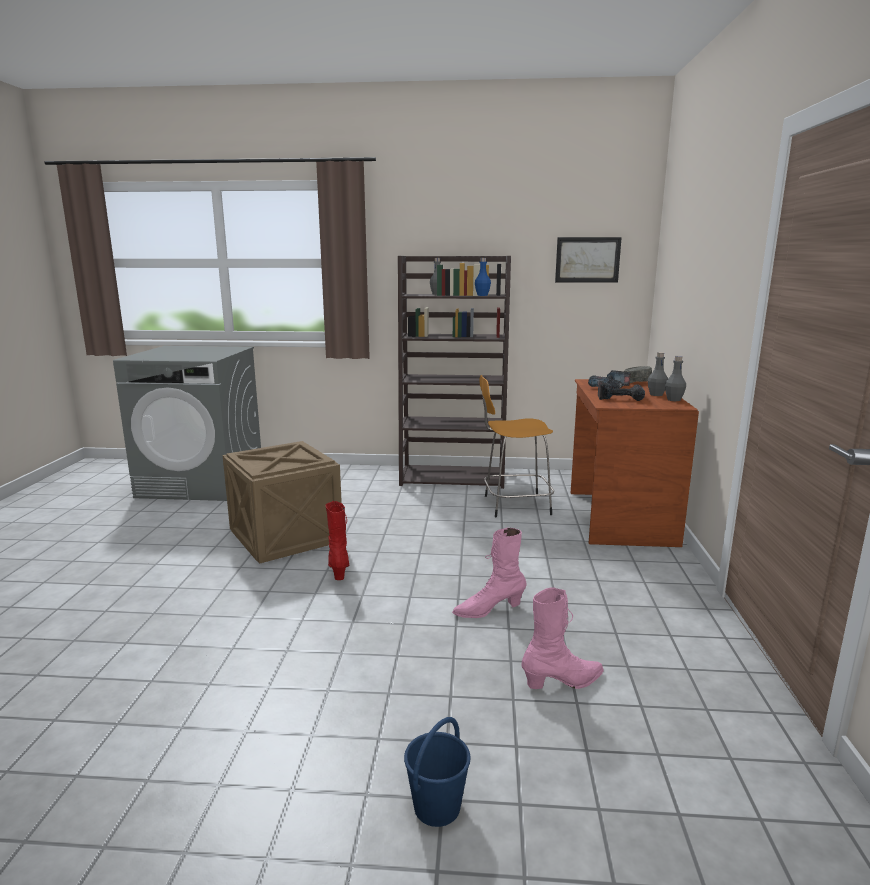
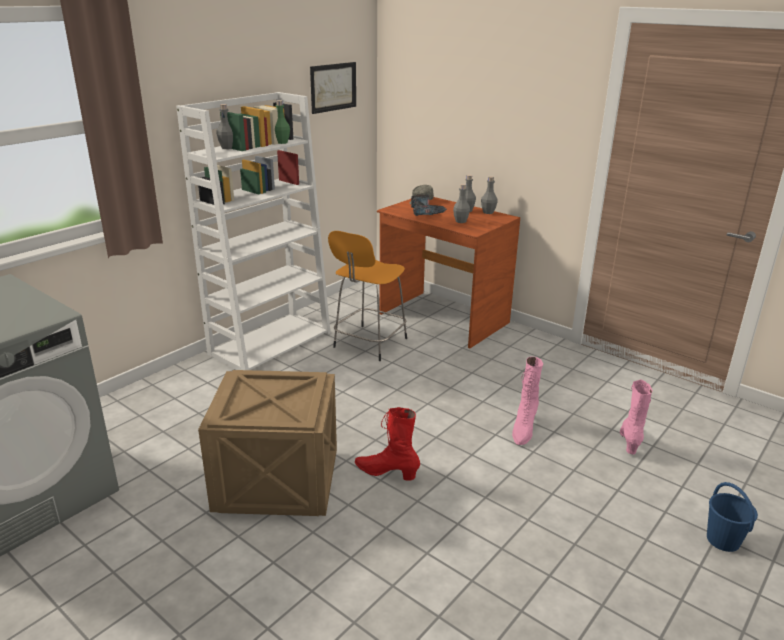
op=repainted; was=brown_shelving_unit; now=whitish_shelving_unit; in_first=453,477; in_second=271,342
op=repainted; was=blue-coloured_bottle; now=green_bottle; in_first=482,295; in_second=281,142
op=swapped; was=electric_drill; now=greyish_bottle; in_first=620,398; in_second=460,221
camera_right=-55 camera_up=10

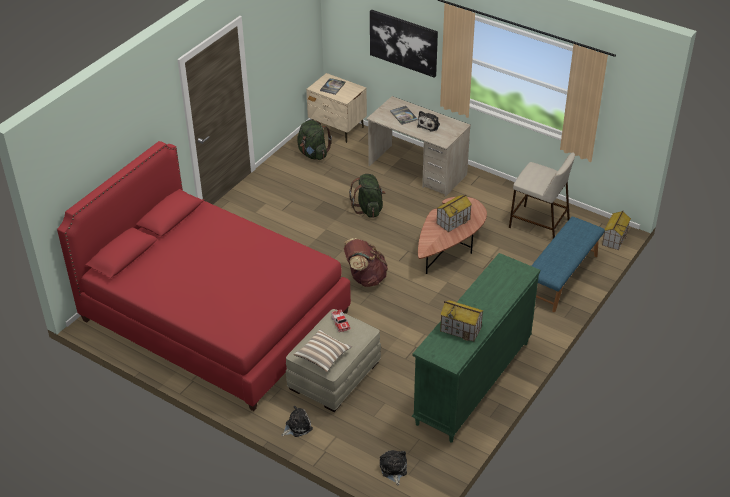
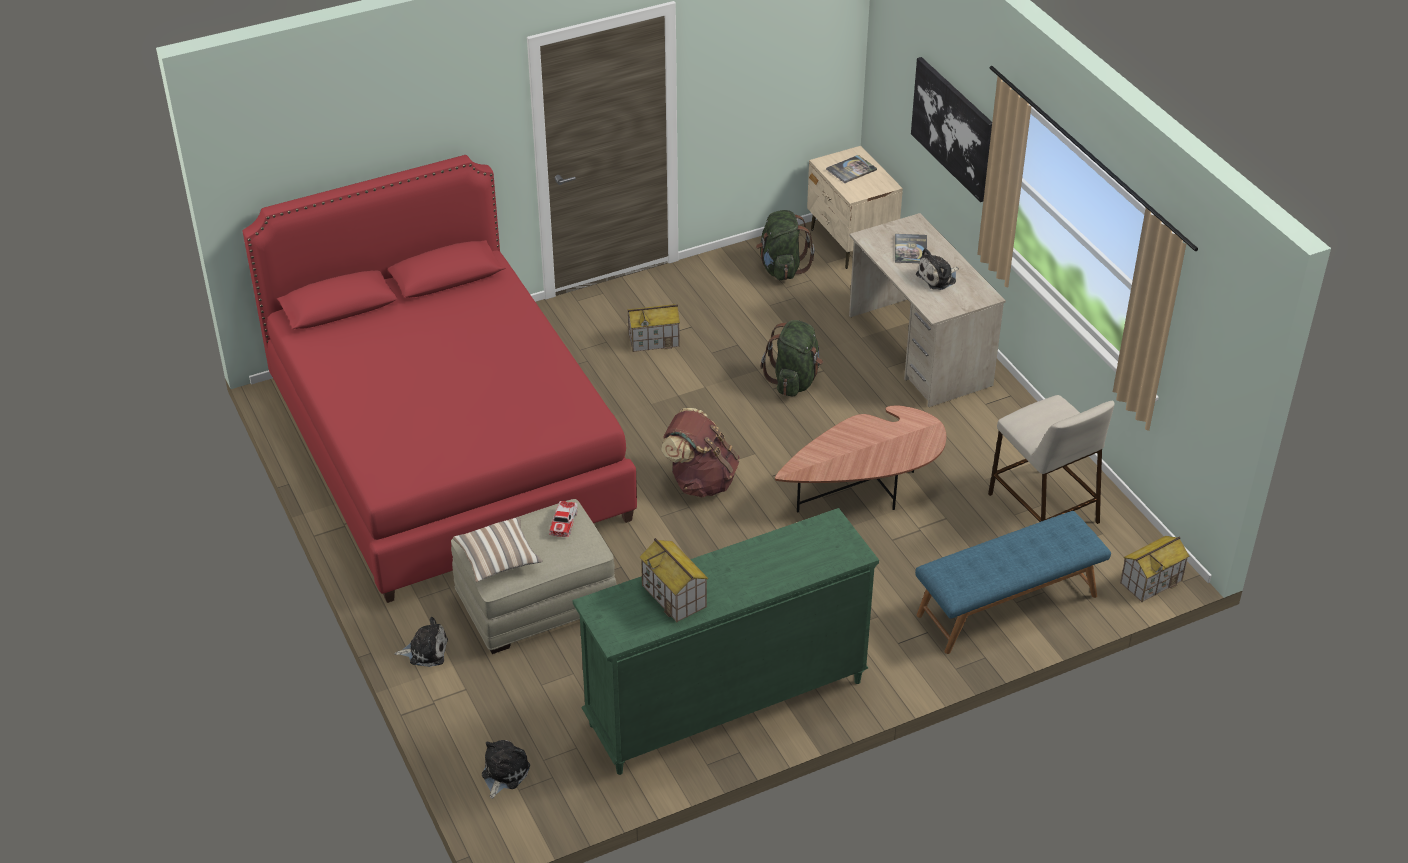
op=shifted; was=model_house; in_first=453,221; in_second=654,340
camera_right=30 camera_up=0

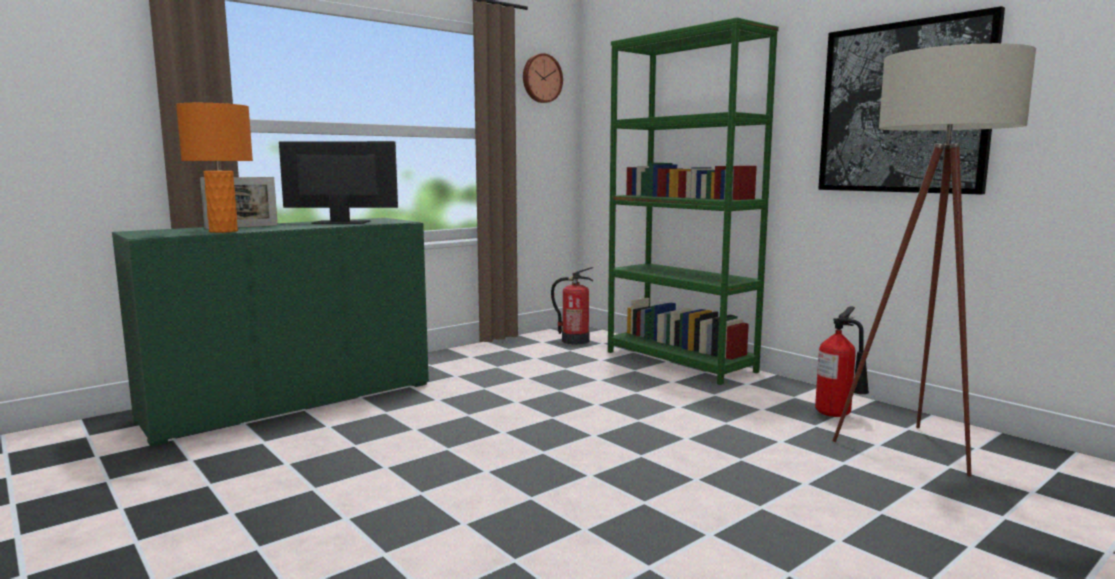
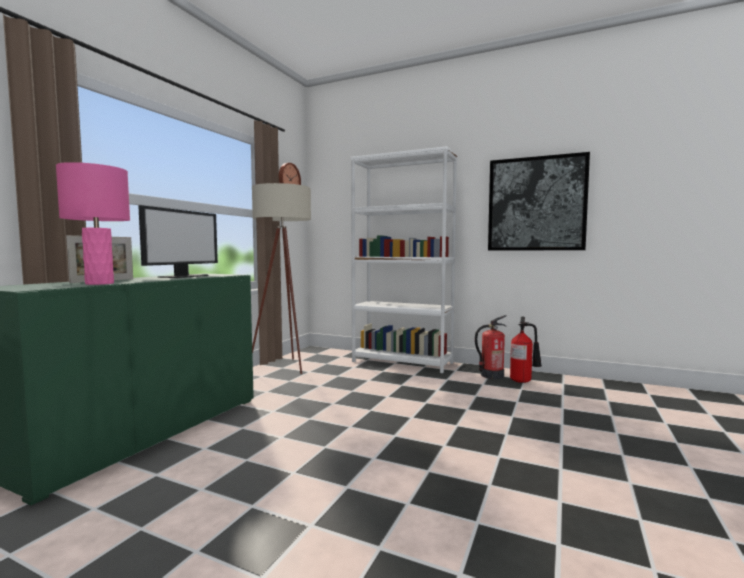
op=repainted; was=green_shelving_unit; now=whitish_shelving_unit; in_first=680,361; in_second=402,362
op=shifted; was=beige_standard_lamp; in_first=917,453; in_second=284,368
op=repainted; was=orange_tabletop_lamp; now=pinkish_tabletop_lamp; in_first=223,231; in_second=99,283
op=rotated; was=computer_display; in_first=340,222; in_second=183,276; clockwise=135
op=shifted; was=fire_extinguisher; in_first=574,340; in_second=491,375
camera_right=-25 camera_up=-5

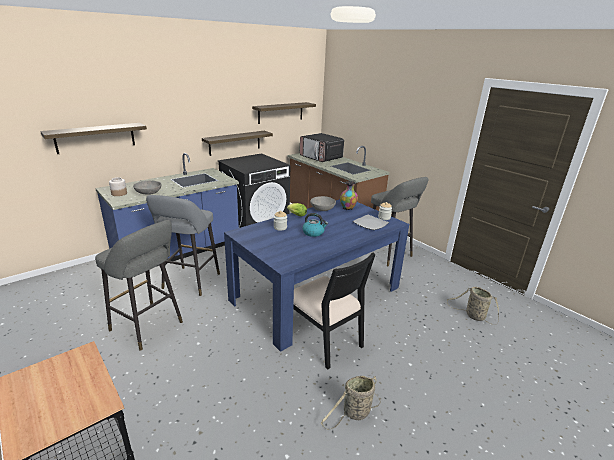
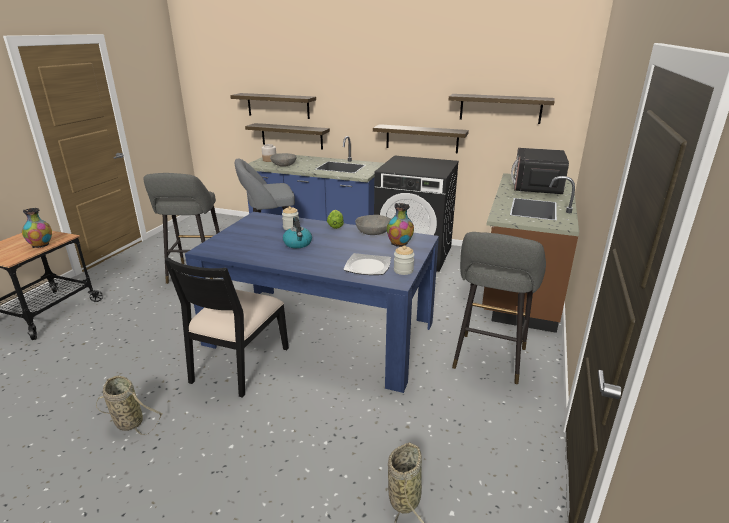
op=new; now=wall_shelf; in_second=291,136
op=new; now=decorative_vase; in_second=41,245
camera_right=60 camera_up=0

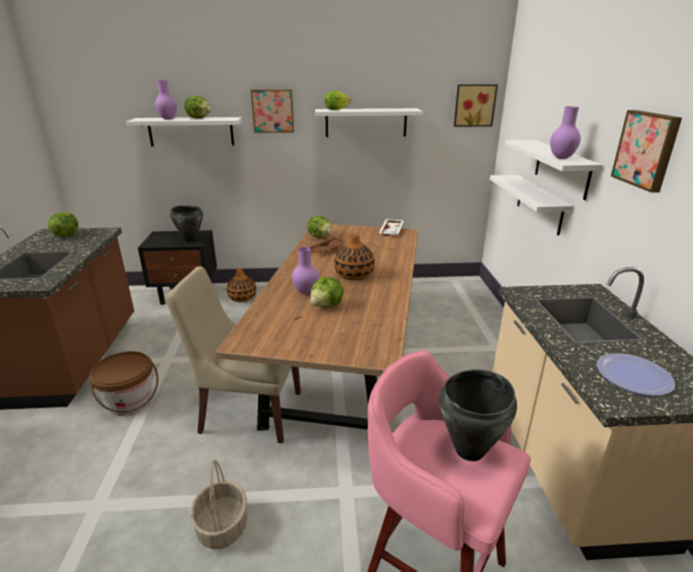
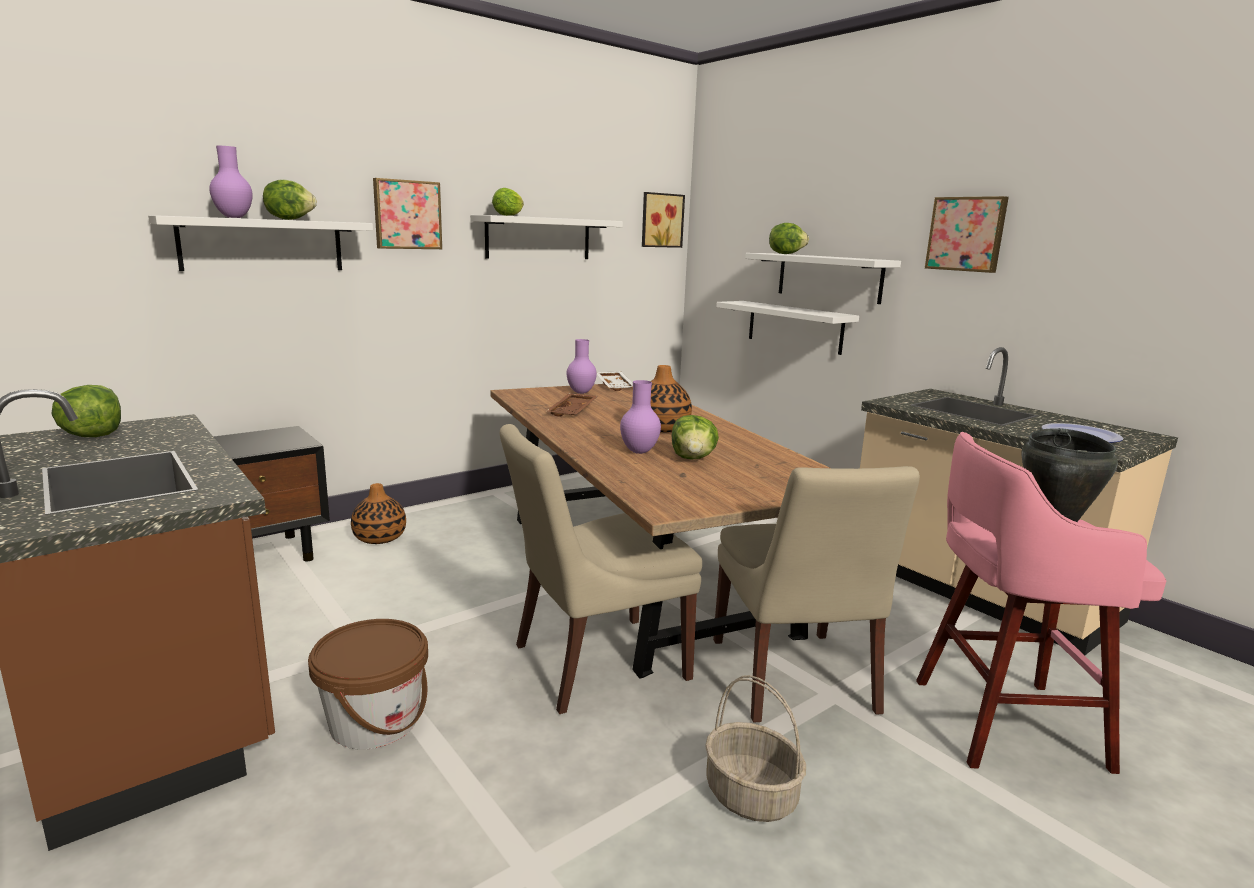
op=shifted; was=purple-coloured_decorative_vase; in_first=562,158; in_second=581,392
op=gone; was=black_saucepot; in_first=190,239
op=shifted; was=lettuce_head; in_first=320,237; in_second=786,254
op=new; now=beige_chair; in_second=794,679
camera_right=-35 camera_up=-10

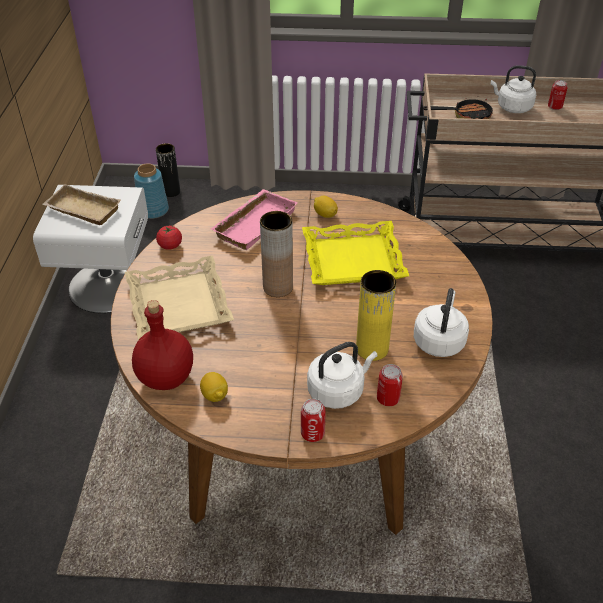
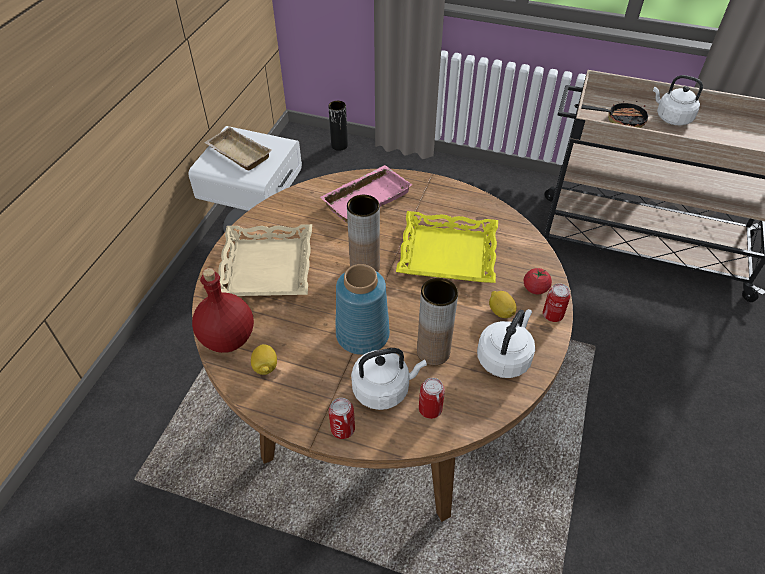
op=shifted; was=can; in_first=554,107; in_second=552,315
op=shifted; was=blue-coloured_decorative_vase; in_first=153,211; in_second=362,335
op=shifted; was=citrus_fruit; in_first=325,214; in_second=501,312
op=shifted; was=fresh_tomato; in_first=170,245; in_second=535,288
op=repainted; was=yellow_decorative_vase; now=brown_decorative_vase; in_first=372,349; in_second=433,352
camera_right=15 camera_up=5

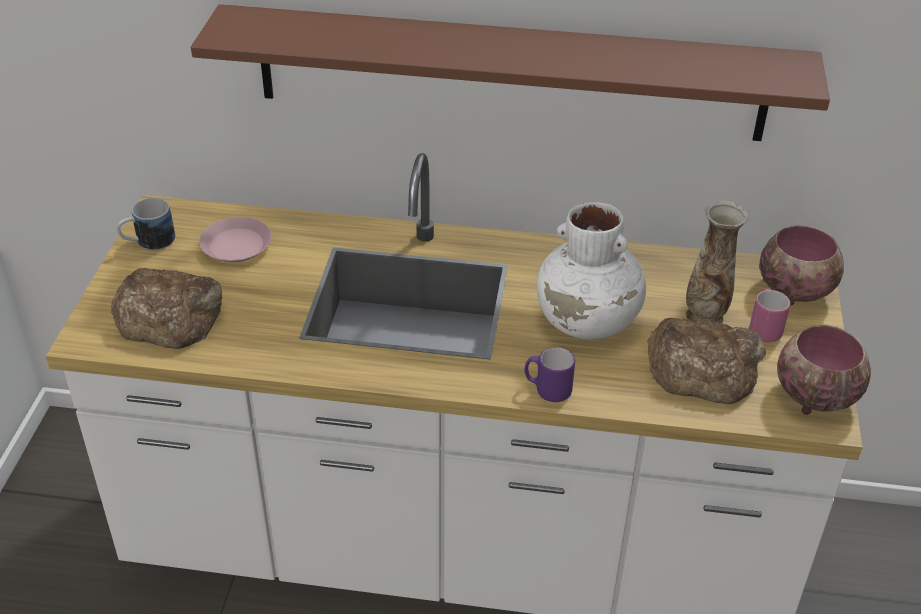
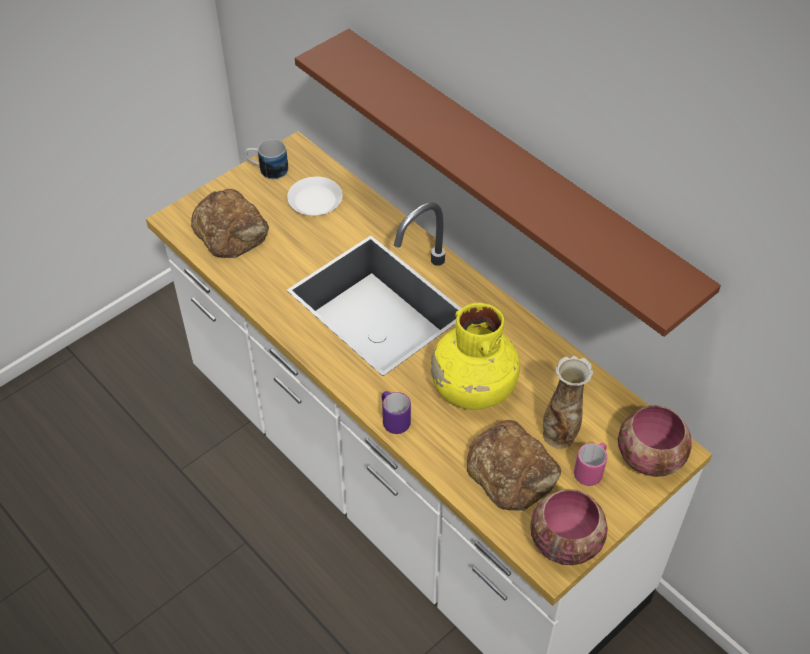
op=repainted; was=whitish_decorative_vase; now=yellow_decorative_vase; in_first=587,322; in_second=473,389
op=repainted; was=pinkish_dinner_plate; now=whitish_dinner_plate; in_first=236,246; in_second=315,201
camera_right=40 camera_up=10

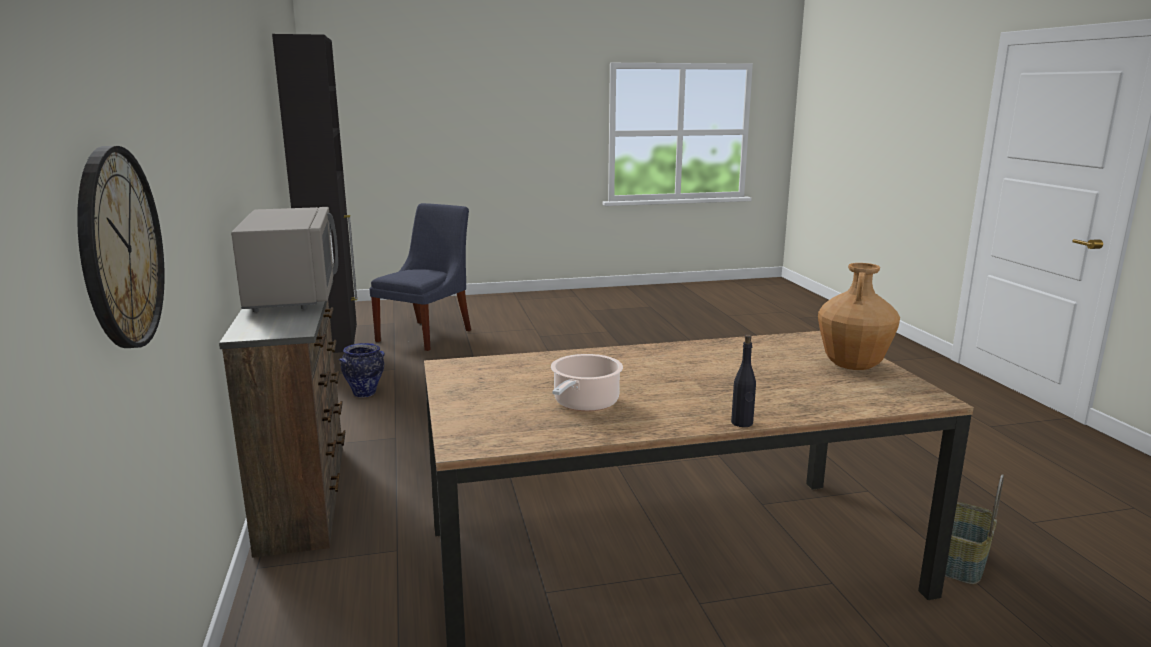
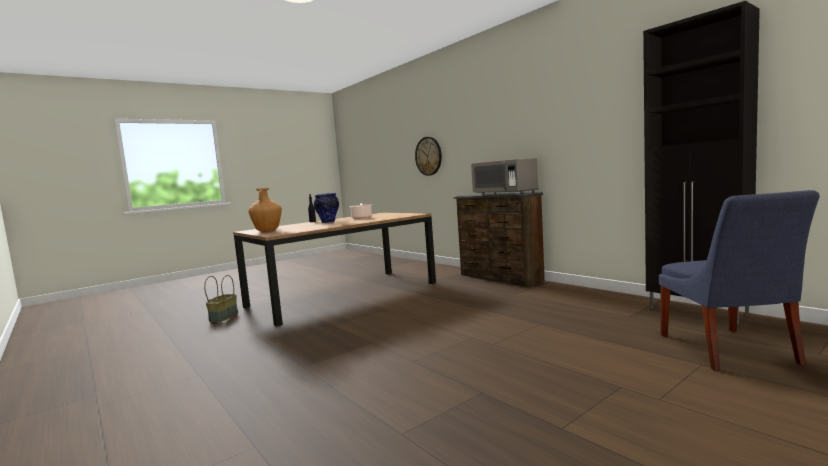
op=shifted; was=decorative_vase; in_first=365,393; in_second=328,222
camera_right=155 camera_up=-10

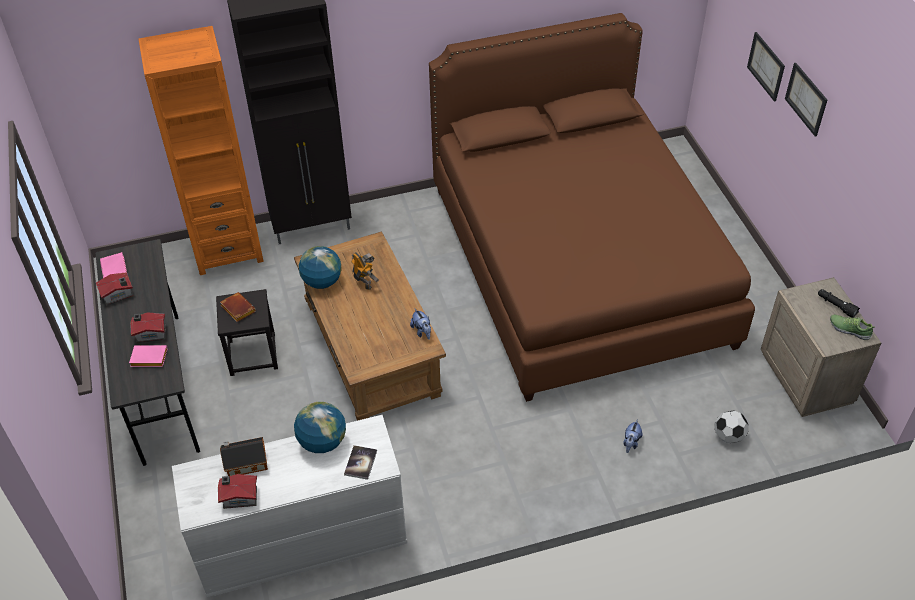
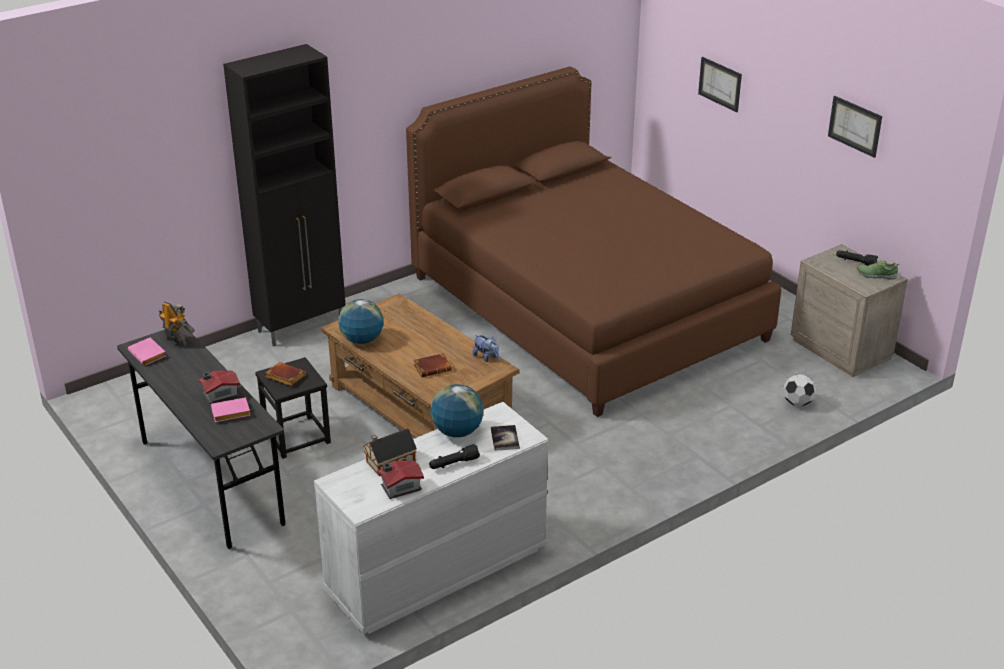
op=gone; was=orange_shelving_unit; in_first=228,250
op=shifted; was=wall_art; in_first=806,99; in_second=855,126
op=shifted; was=model_robot; in_first=364,282; in_second=177,340
op=gone; was=model_house; in_first=118,295
op=gone; was=plush_toy; in_first=631,443
op=new; now=brown_book; in_second=433,367
op=new; now=black_hand_torch; in_second=453,463
camera_right=-20 camera_up=-15

